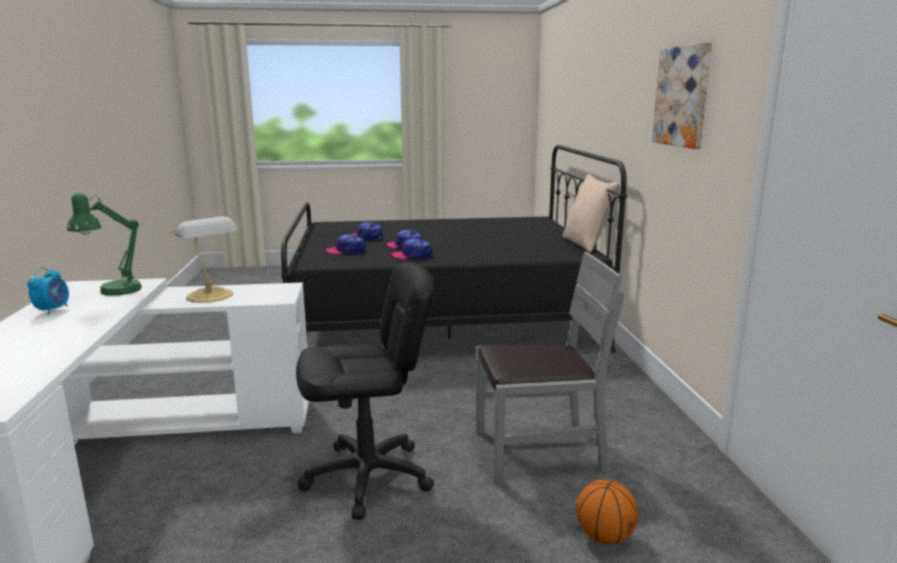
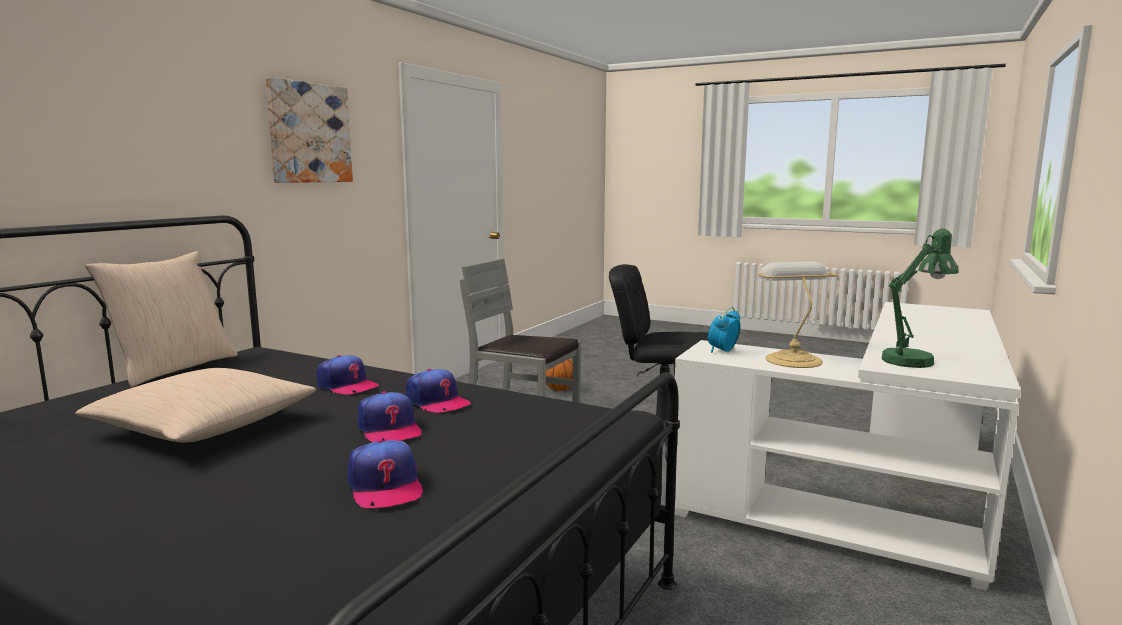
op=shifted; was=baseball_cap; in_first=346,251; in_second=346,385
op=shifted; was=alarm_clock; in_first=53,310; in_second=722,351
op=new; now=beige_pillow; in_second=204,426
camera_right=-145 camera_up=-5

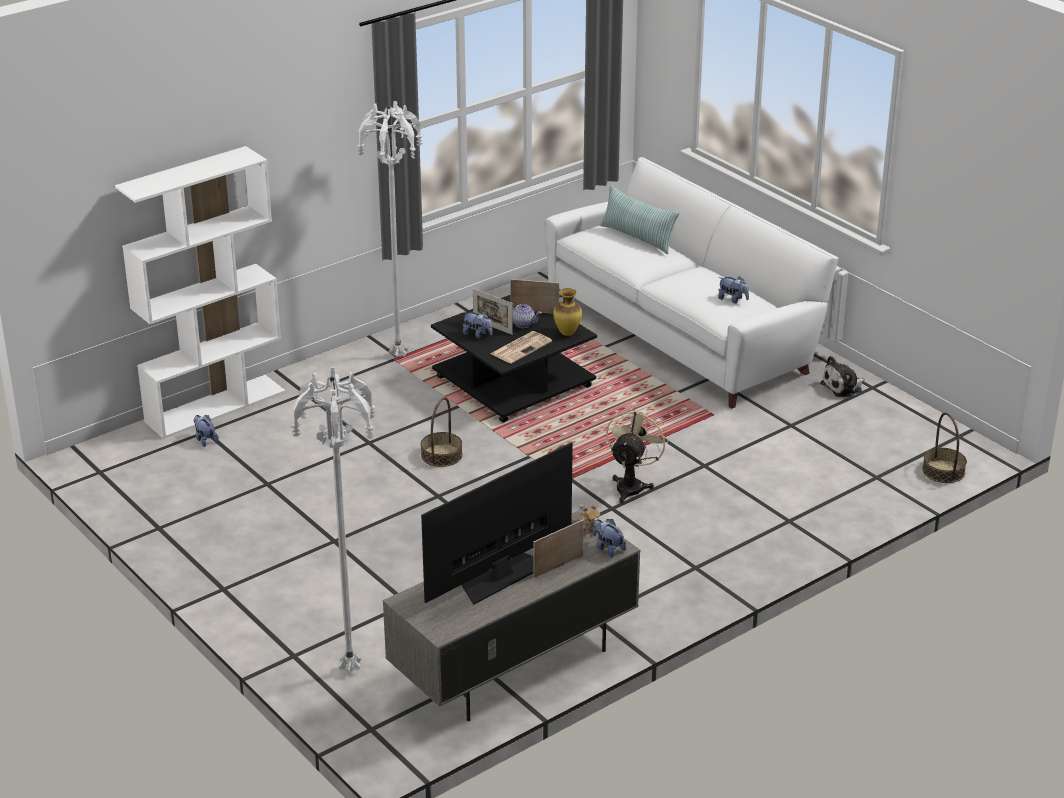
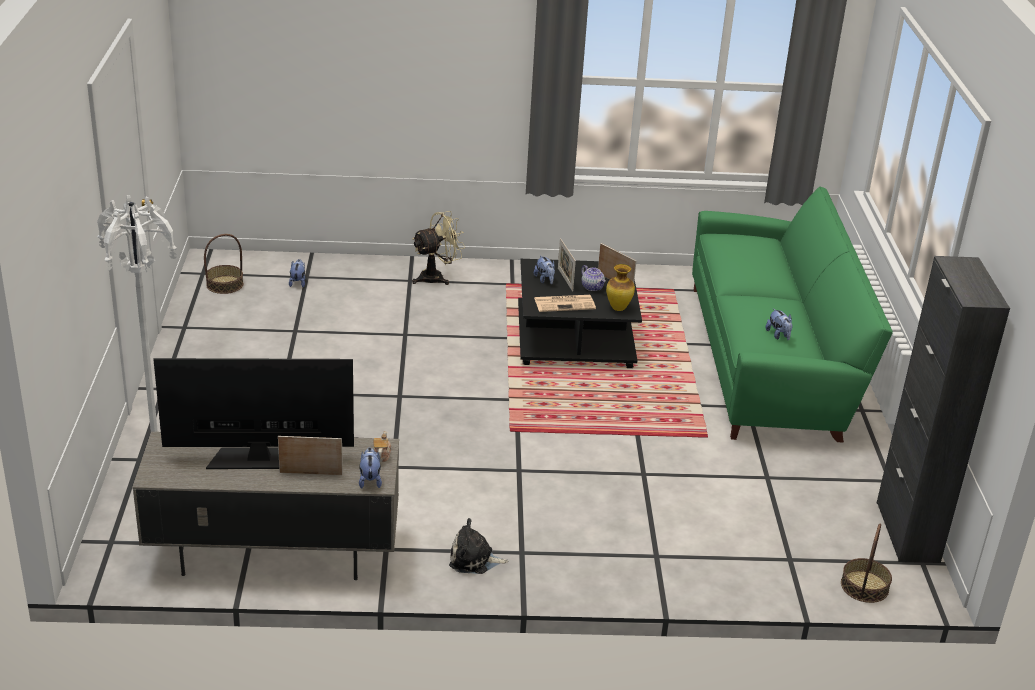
op=gone; was=whitish_standard_lamp; in_first=400,357
op=gone; was=whitish_shelving_unit; in_first=215,406
op=repainted; was=whitish_sofa; now=green_sofa; in_first=682,332; in_second=770,360
op=gone; was=pillow; in_first=638,237
op=shifted; was=plush_toy; in_first=843,387; in_second=474,560
op=shifted; was=storage_basket; in_first=441,455; in_second=225,284
op=shifted; was=beige_electric_fan; in_first=632,485; in_second=437,277
op=new; now=black_cupboard; in_second=907,532
camera_right=35 camera_up=0

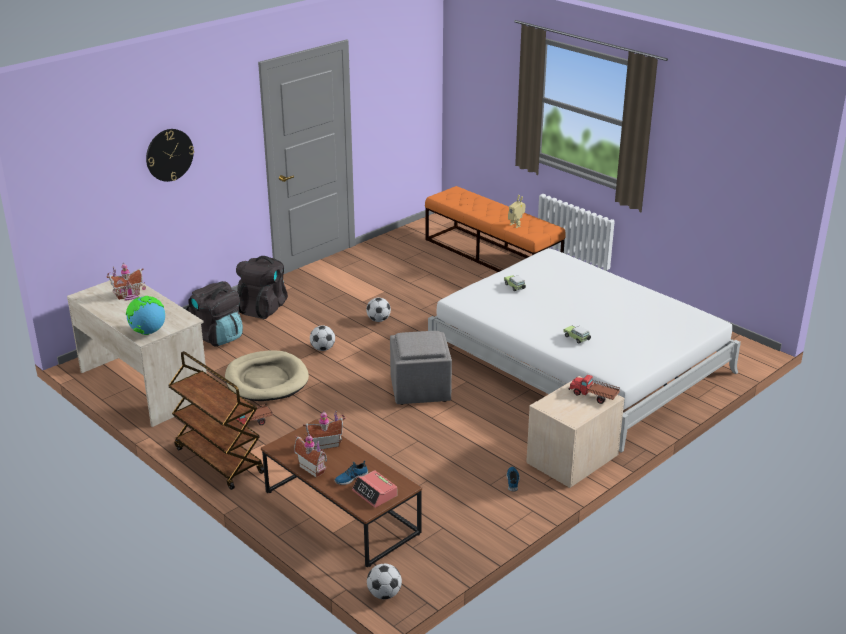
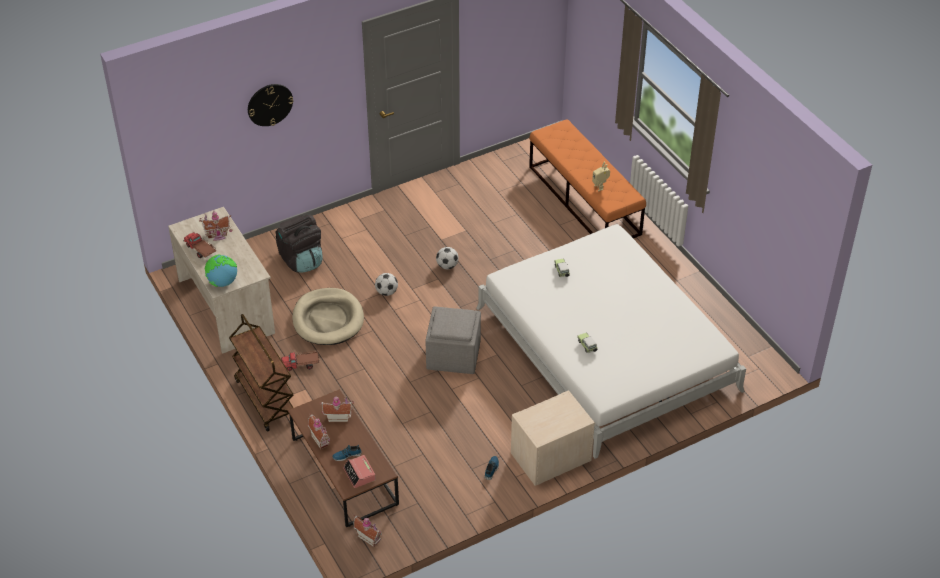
op=gone; was=black_backpack; in_first=263,308
op=shifted; was=toy_lorry; in_first=594,396; in_second=200,250
op=gone; was=football_ball; in_first=384,594
op=new; now=model_house; in_second=369,537
camera_right=15 camera_up=15

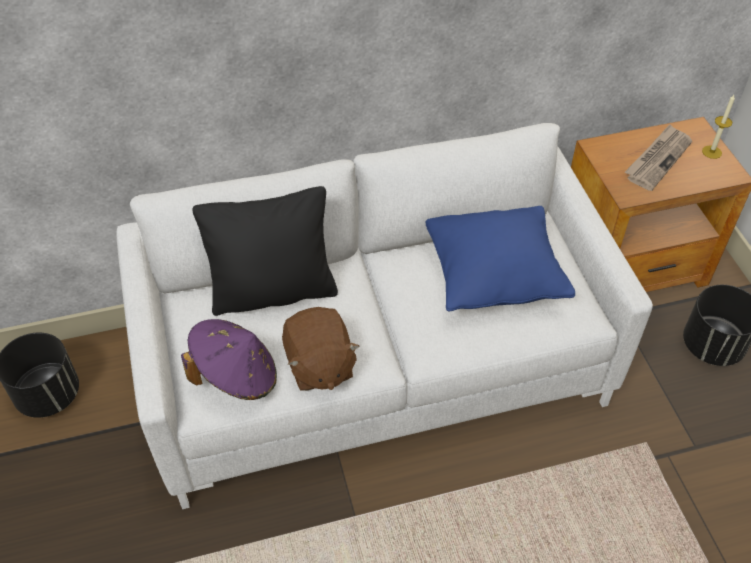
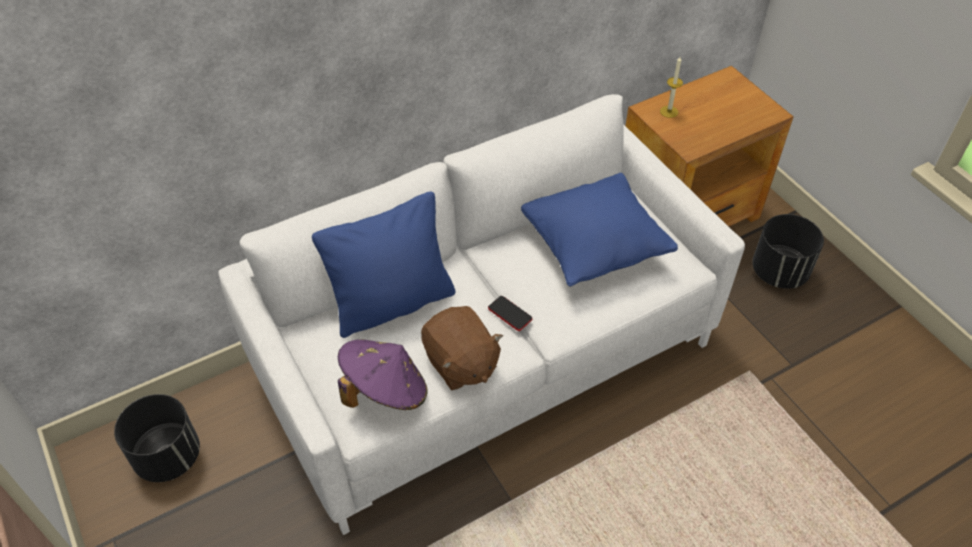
op=shifted; was=wax_light; in_first=711,152; in_second=669,111
op=gone; was=daily_paper; in_first=658,159
op=repainted; was=black_pillow; now=blue-coloured_pillow; in_first=273,292; in_second=392,303
op=new; now=phone; in_second=510,314
camera_right=-15 camera_up=0

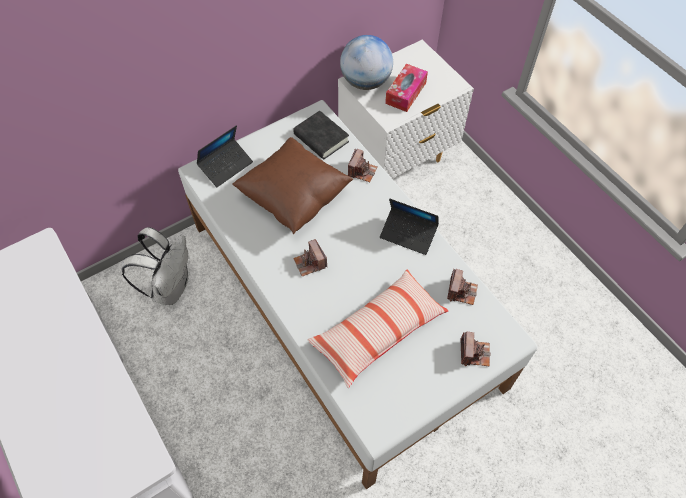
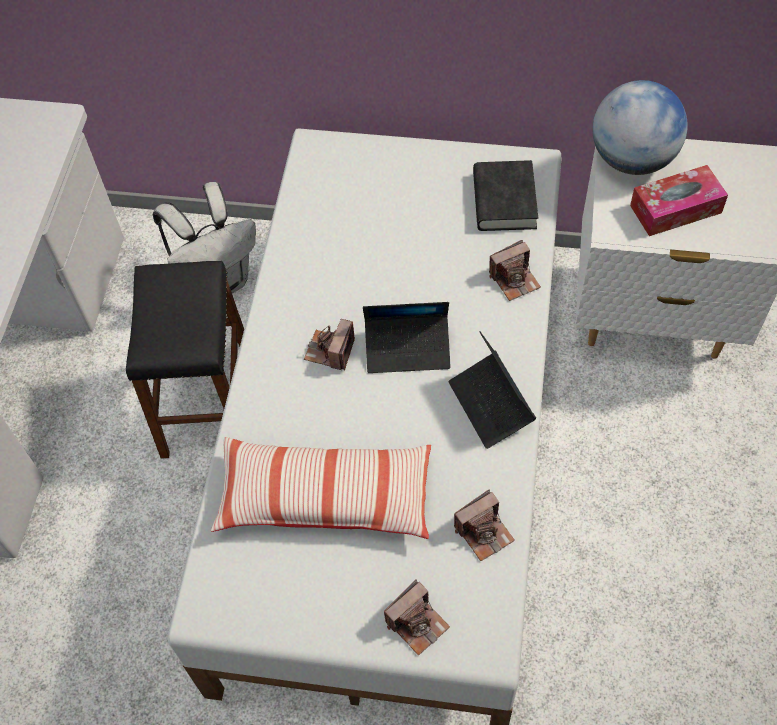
op=shifted; was=laptop; in_first=226,166; in_second=408,349
op=gone; was=brown_pillow; in_first=294,197
op=new; now=black_stool; in_second=207,403
camera_right=45 camera_up=0

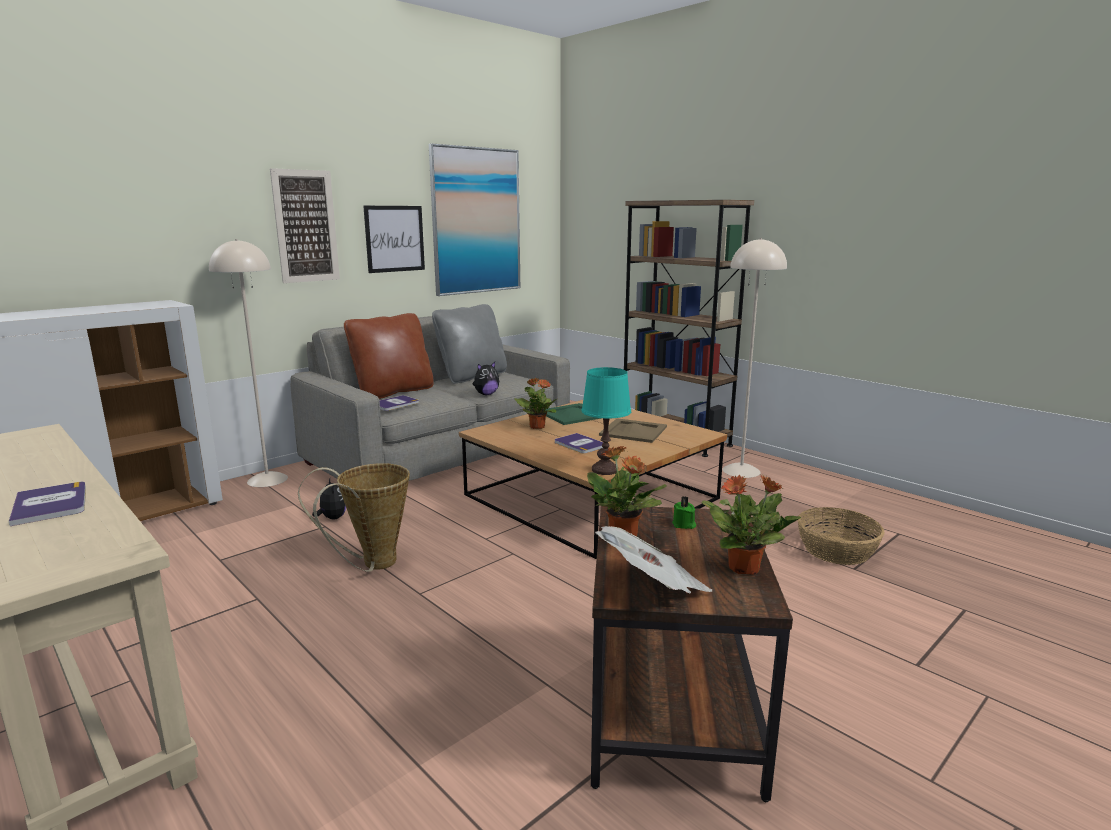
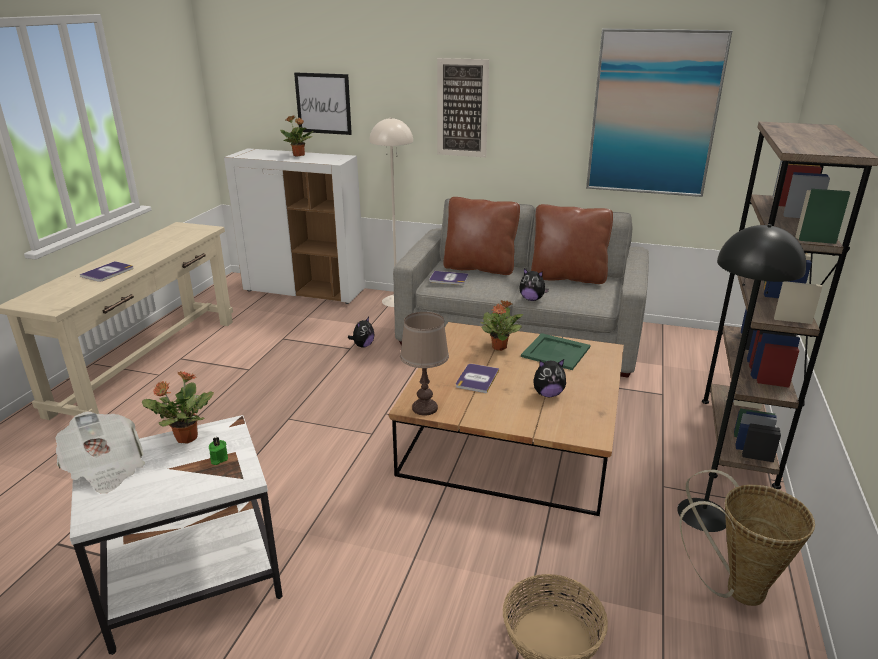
op=shifted; was=wall_art; in_first=394,238; in_second=323,103
op=repainted; was=beige_standard_lamp; now=black_standard_lamp; in_first=741,470; in_second=703,514
op=repainted; was=greyish_pillow; now=brown_pillow; in_first=472,376; in_second=568,277
op=repainted; was=blue-green_tabletop_lamp; now=brown_tabletop_lamp; in_first=605,470; in_second=424,408
op=swapped; was=beige_serving_tray; now=plush_toy; in_first=633,431; in_second=548,394
op=shifted; was=storage_basket; in_first=372,565; in_second=735,589
op=shifted; was=plant_in_a_pot; in_first=745,568; in_second=299,155
op=repainted; was=brown_accent_table; now=whitish_accent_table; in_first=674,716; in_second=192,582
camera_right=60 camera_up=10

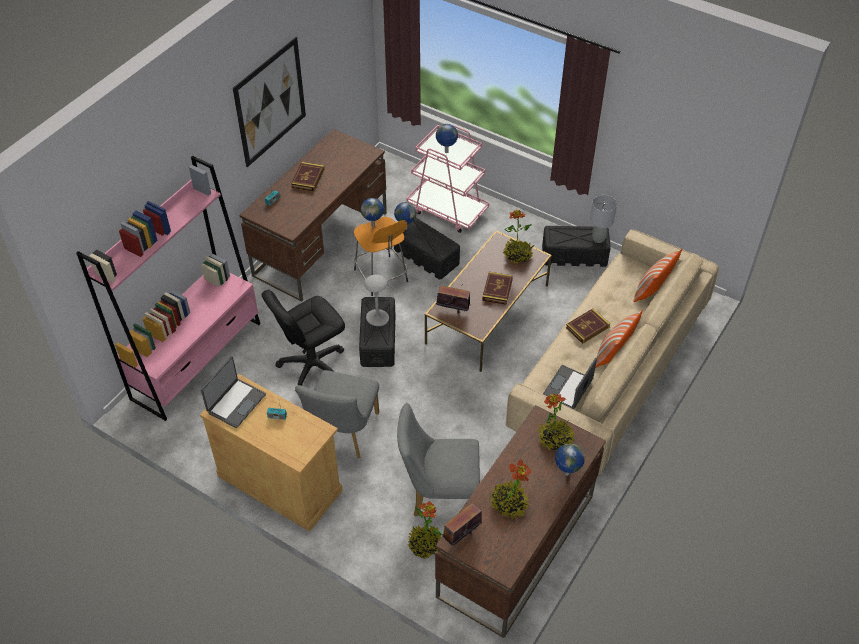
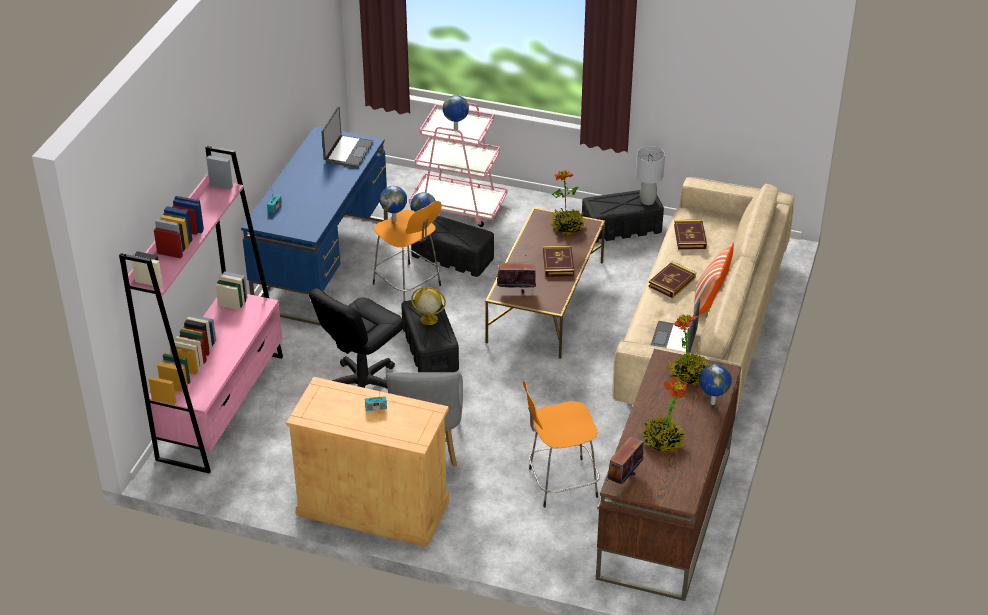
op=gone; was=wall_art; in_first=270,102
op=repainted; was=brown_desk_unit; now=blue-coloured_desk_unit; in_first=321,243; in_second=322,264
op=shifted; was=book; in_first=308,178; in_second=690,237
op=gone; was=pillow; in_first=652,291
op=swapped; was=greyish_tabletop_lamp; now=desk_globe; in_first=377,318; in_second=428,319
op=shifted; was=laptop; in_first=235,403; in_second=347,152
op=swapped; was=greyish_chair; now=orange_stool; in_first=439,494; in_second=560,483
op=gone; was=plant_in_a_pot; in_first=424,545
camera_right=-15 camera_up=-10

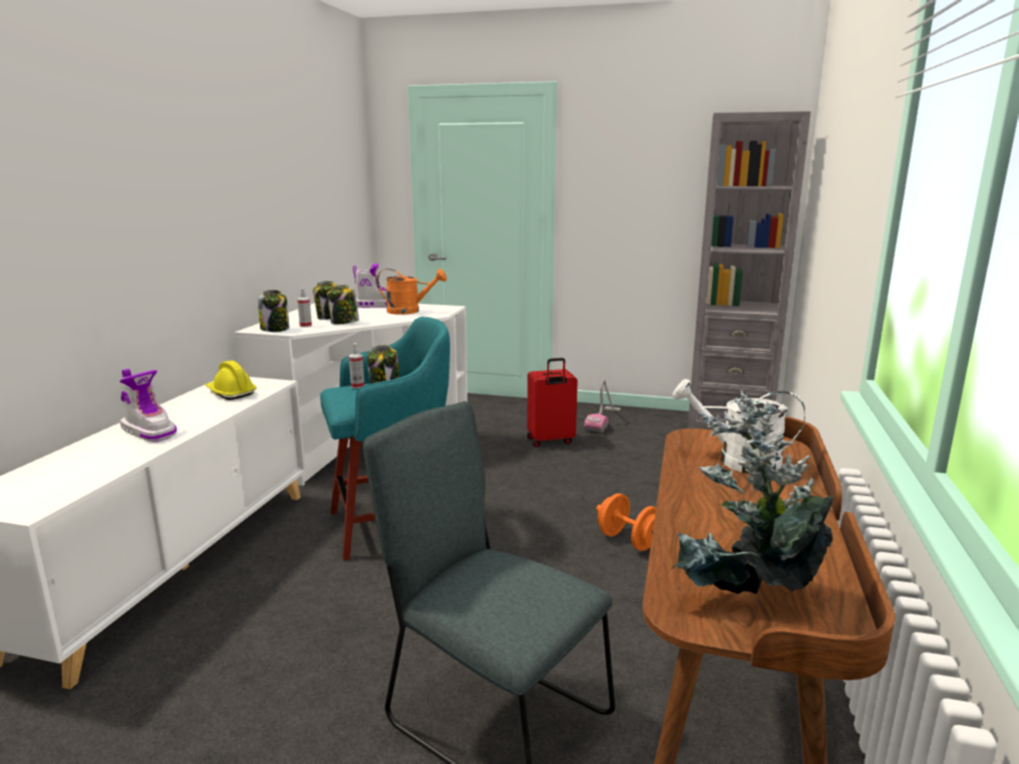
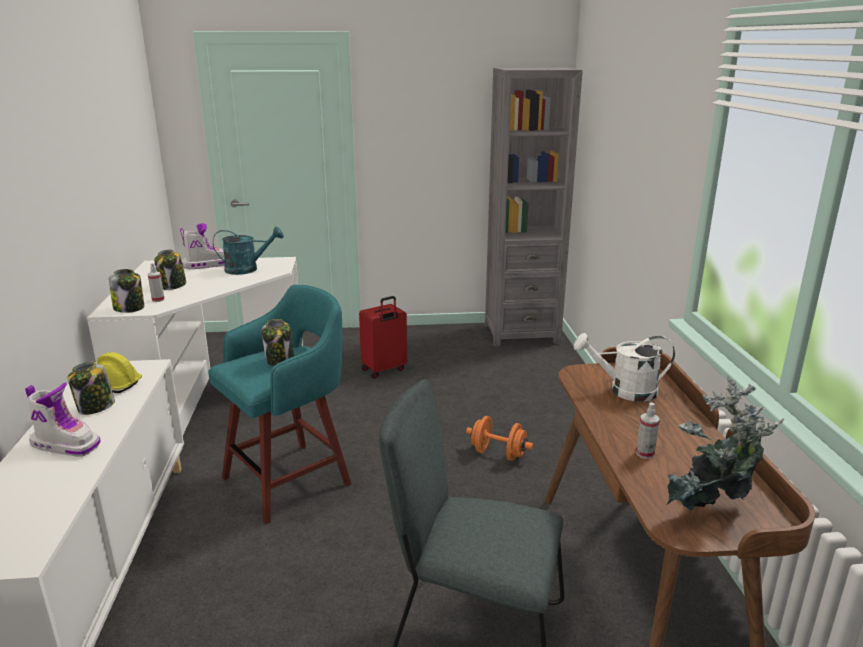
op=repainted; was=orange_sprinkling_can; now=blue-green_sprinkling_can; in_first=409,311; in_second=248,269
op=shifted; was=storage_jar; in_first=344,322; in_second=95,407
op=shifted; was=hand_sprayer; in_first=357,386; in_second=645,453
op=gone; was=vacuum; in_first=603,420
camera_right=-20 camera_up=5

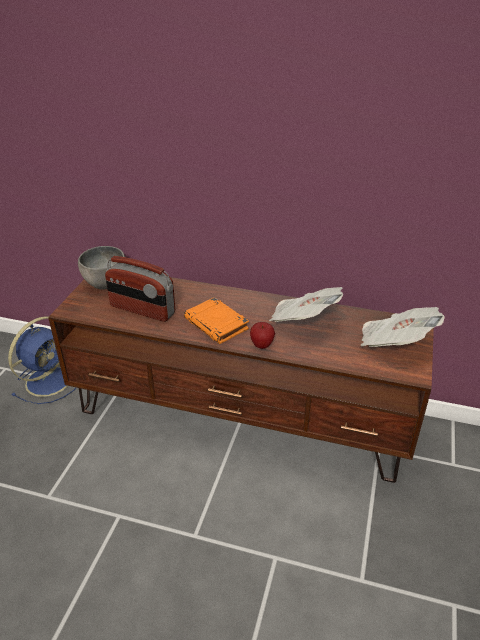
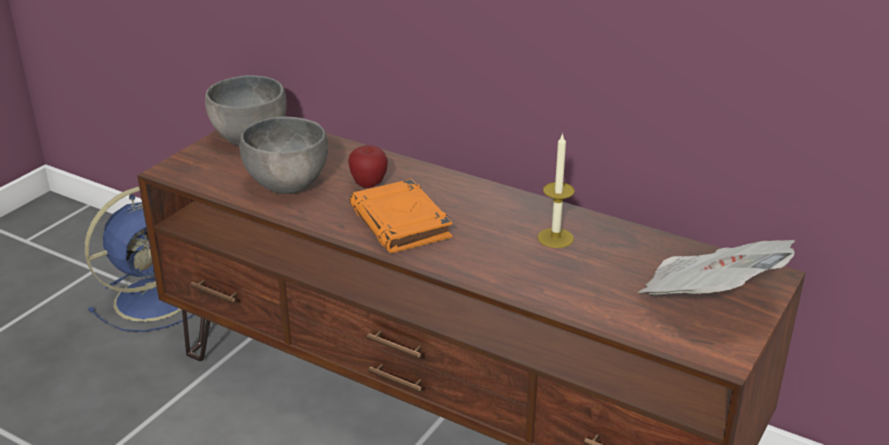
op=swapped; was=radio; now=greyish_bowl; in_first=142,310; in_second=288,185
op=swapped; was=daily_paper; now=wax_light; in_first=303,320; in_second=555,238
op=shifted; was=apple_fruit; in_first=262,345; in_second=368,184
camera_right=15 camera_up=-5

